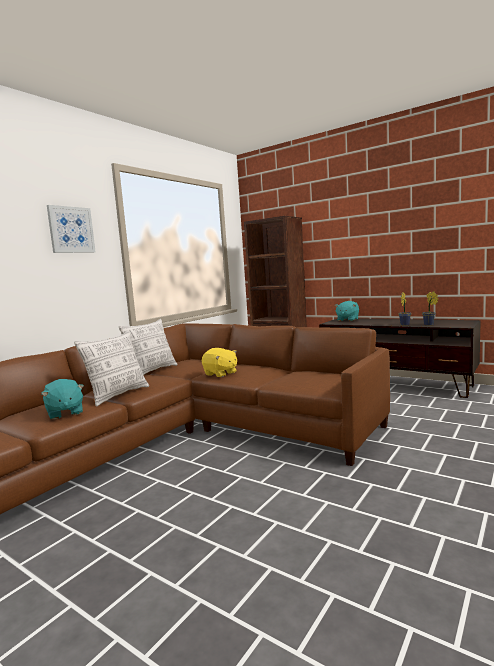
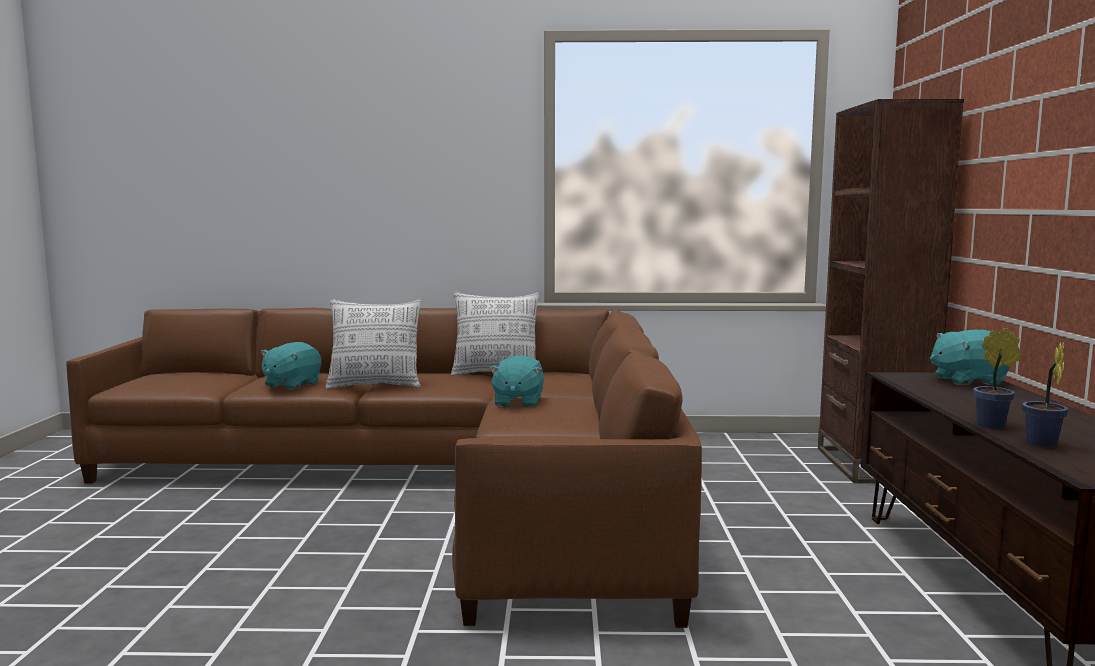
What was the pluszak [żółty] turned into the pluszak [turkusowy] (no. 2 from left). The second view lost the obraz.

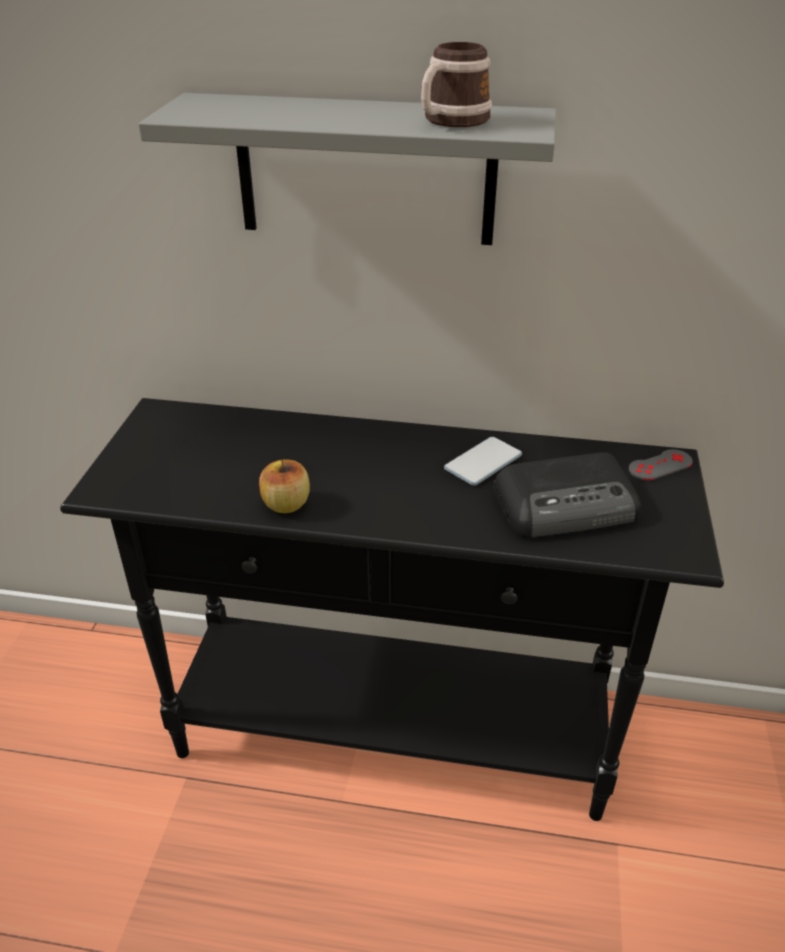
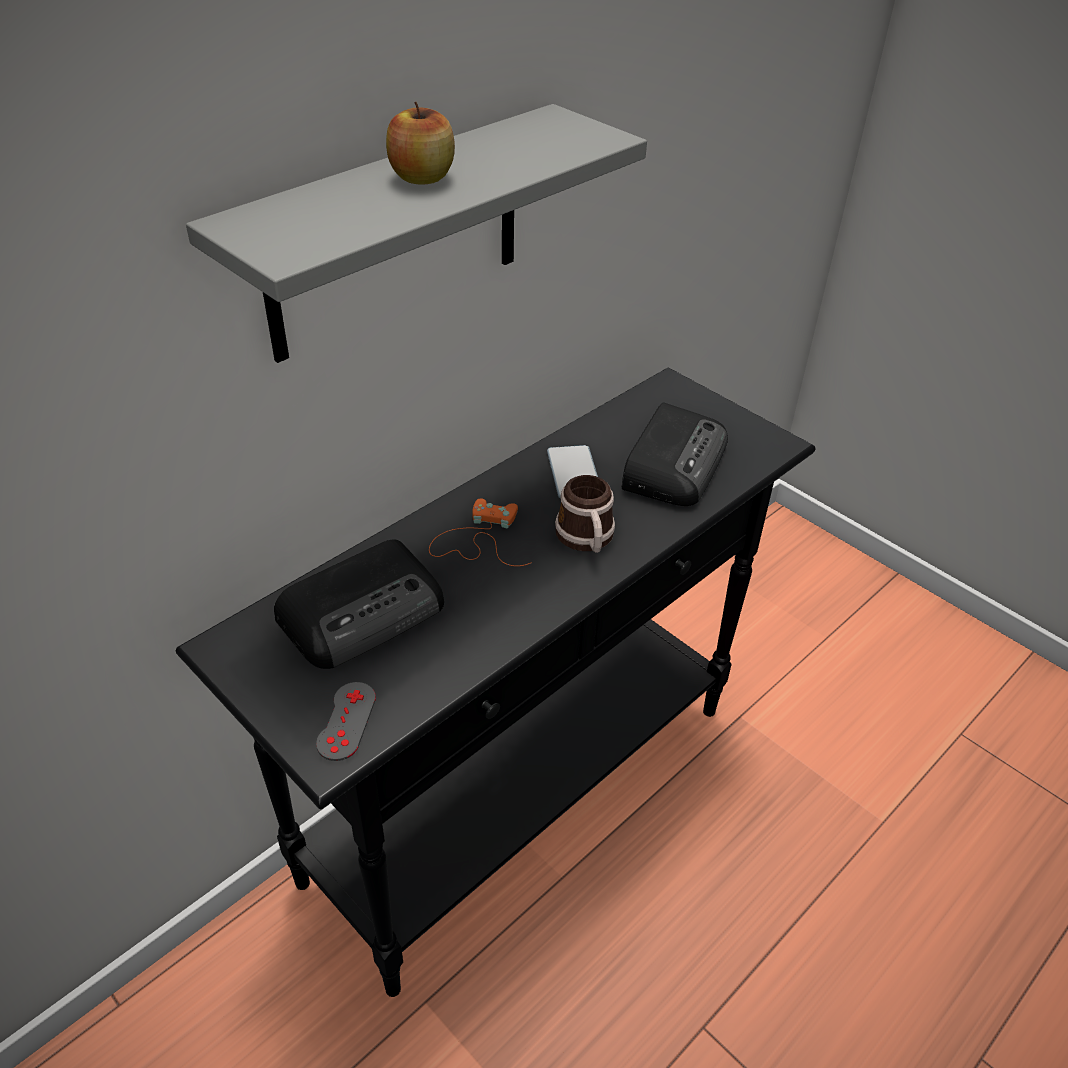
The second view gained the radio (no. 1 from left). The pad do gier [szary] ended up elsewhere. The jabłko ended up elsewhere. The second view gained the pad do gier [pomarańczowy]. The kubek ended up elsewhere.

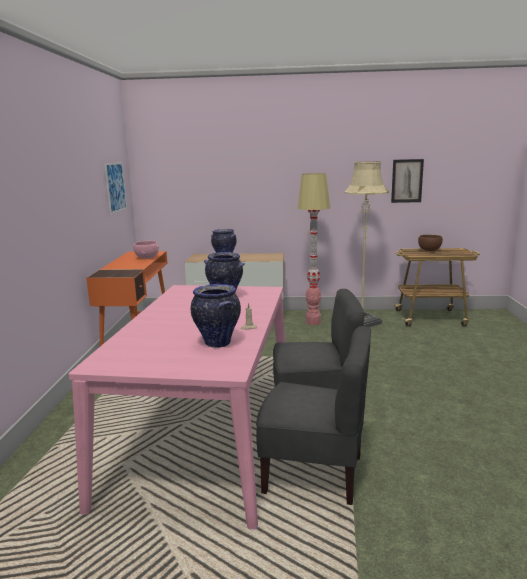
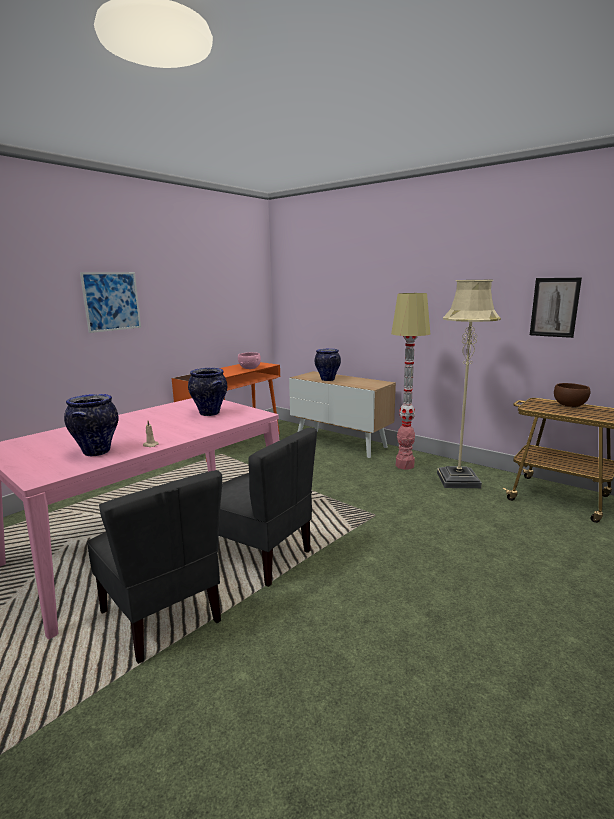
The obraz (no. 1 from left) ended up elsewhere.

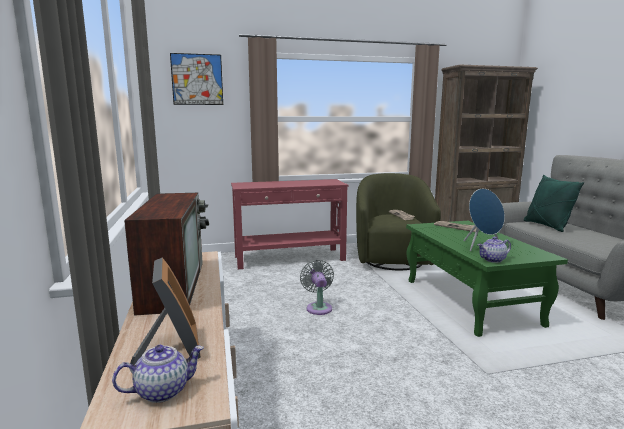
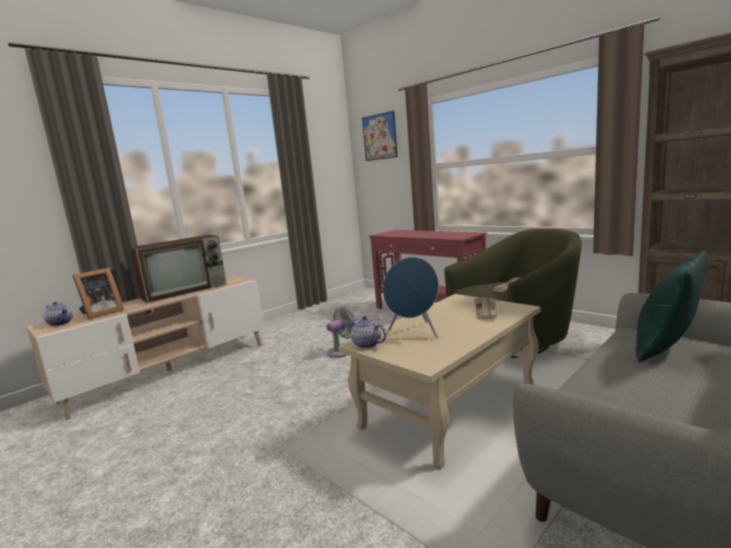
What was the ława [zielony] turned into the ława [beżowy].

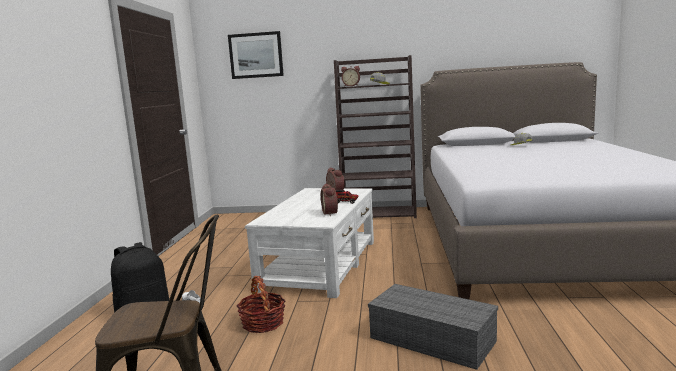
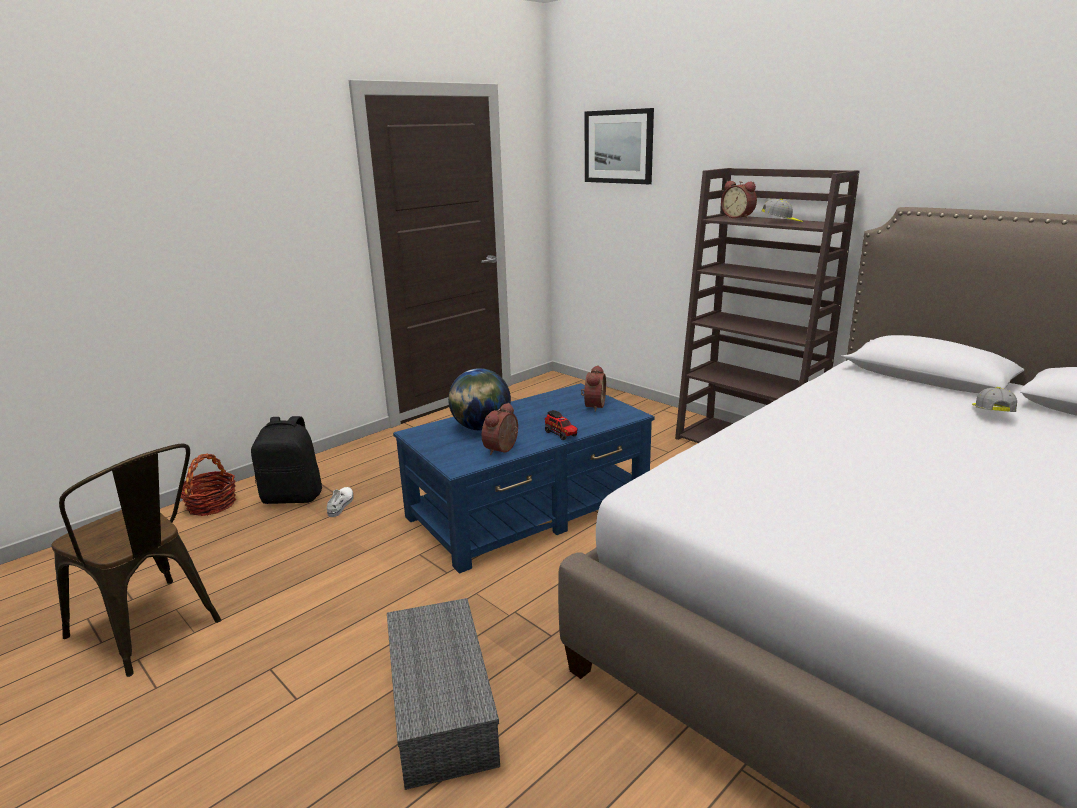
The koszyk ended up elsewhere. What was the ława [biały] turned into the ława [niebieski]. The second view gained the globus.

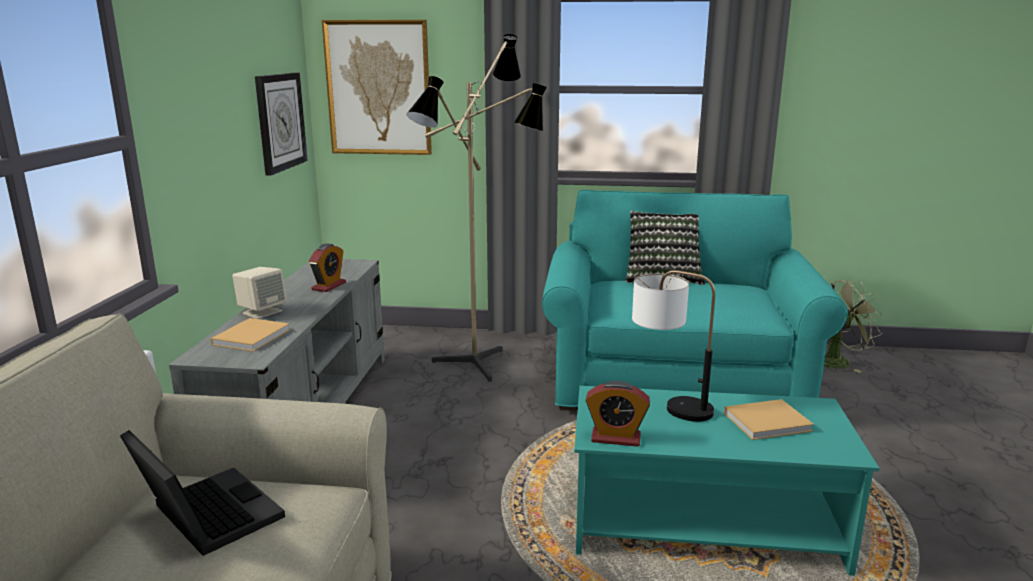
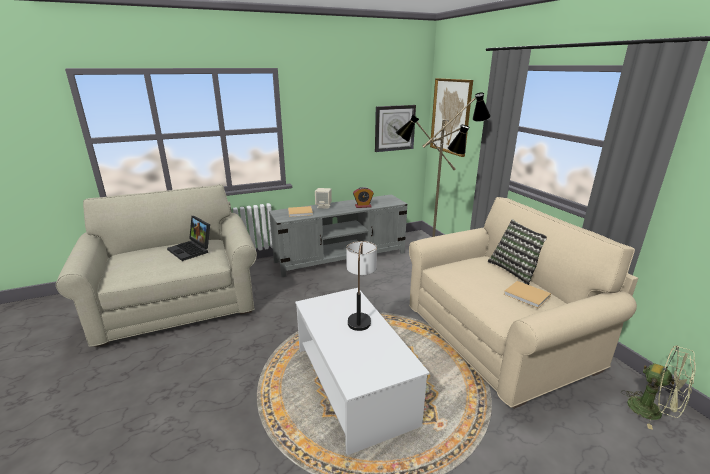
The laptop ended up facing another way, 120 degrees clockwise from before. What was the ława [turkusowy] turned into the ława [biały]. What was the kanapa [turkusowy] turned into the kanapa [beżowy] (no. 2 from left). The książka [beżowy] (no. 2 from left) ended up elsewhere. The second view lost the budzik (no. 2 from left).

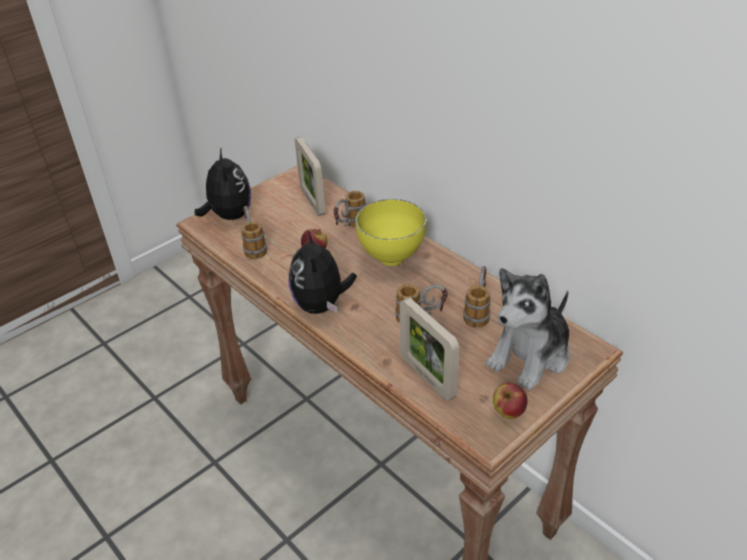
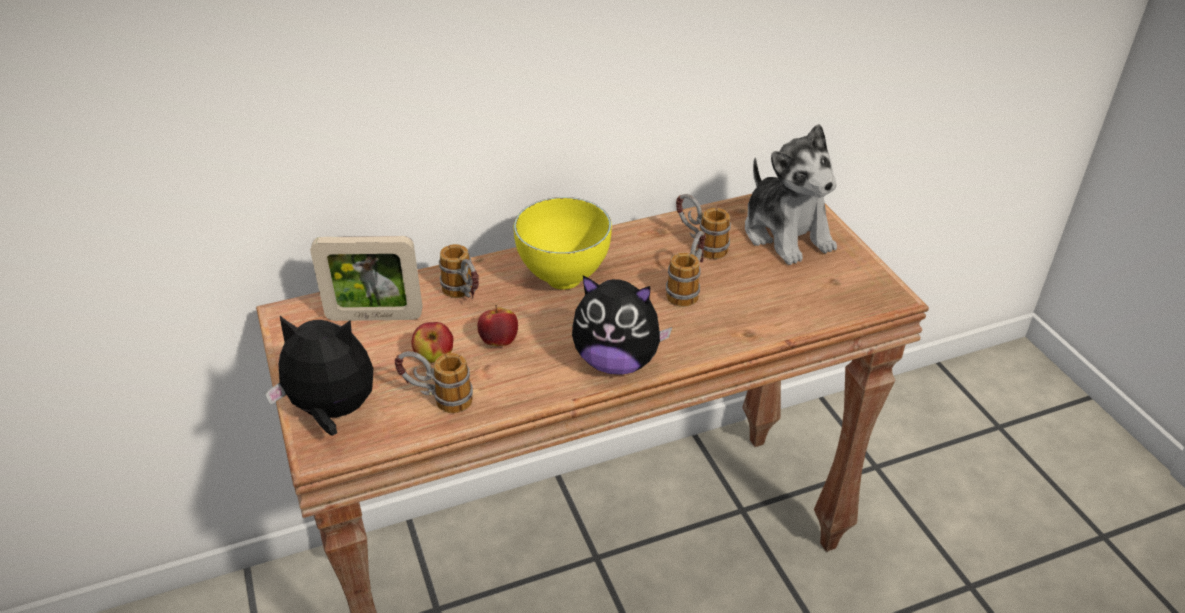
The jabłko (no. 2 from left in the first image) ended up elsewhere. The second view lost the ramka na zdjęcie (no. 2 from left).

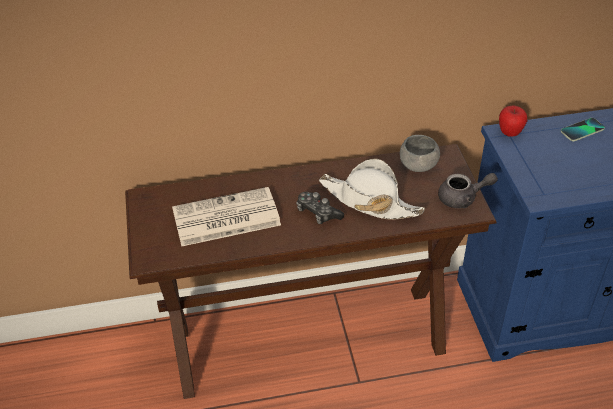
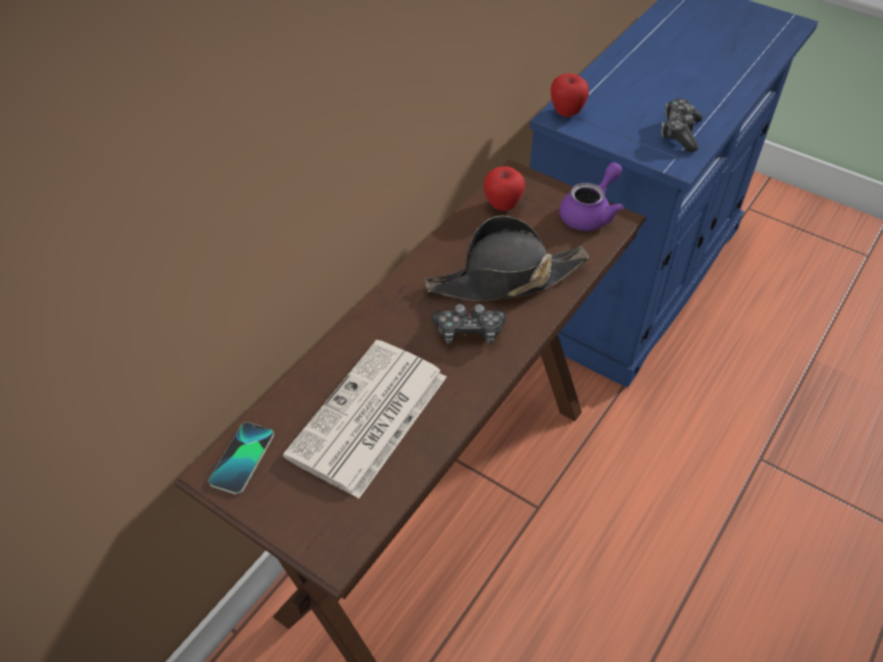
The telefon ended up elsewhere. What was the kapelusz [biały] turned into the kapelusz [czarny]. Where the miska [szary] stood, the jabłko (no. 1 from left) came to stand. What was the imbryk [szary] turned into the imbryk [fioletowy]. The second view gained the pad do gier (no. 2 from left).

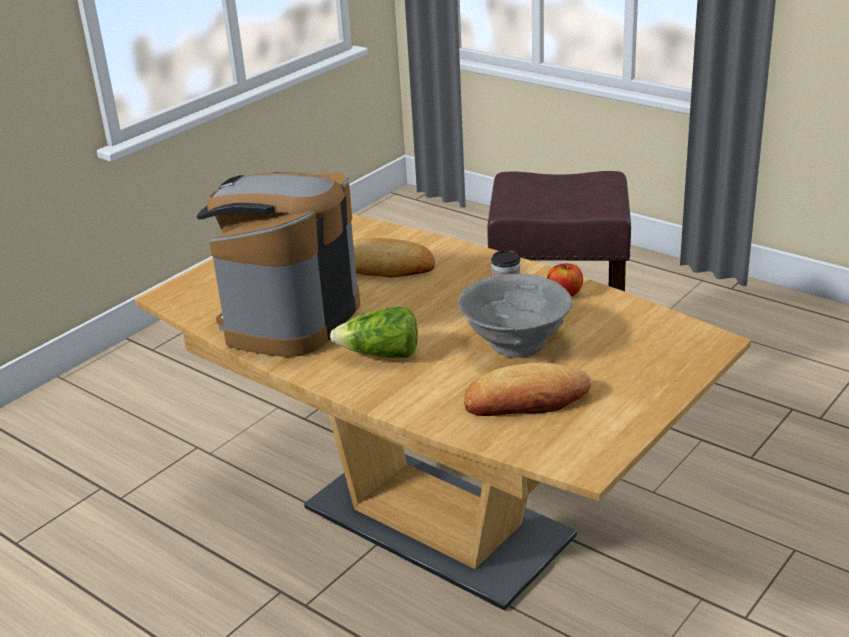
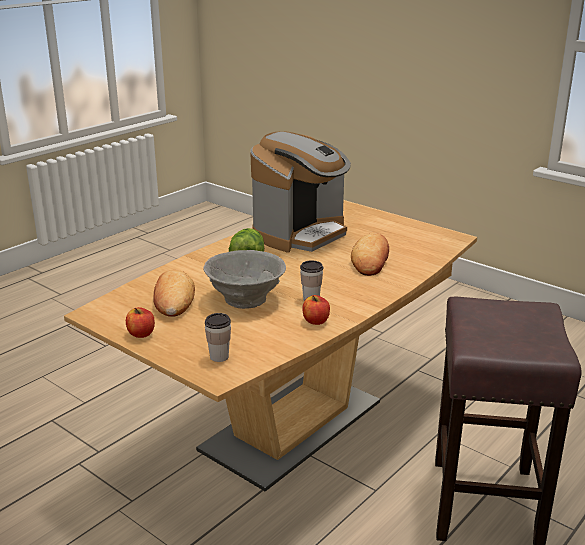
The second view gained the jabłko (no. 1 from left). The second view gained the filiżanka (no. 1 from left). The ekspres do kawy ended up facing another way, 105 degrees clockwise from before.

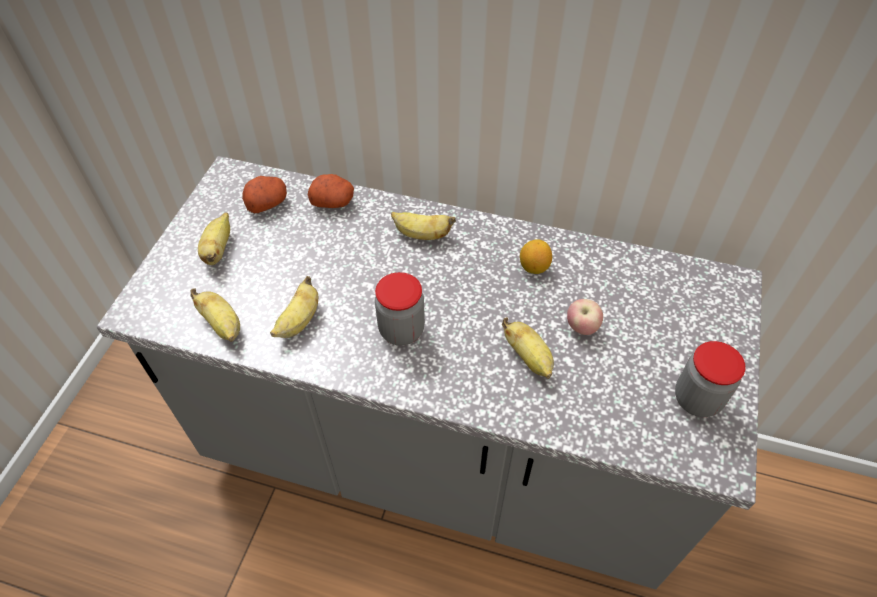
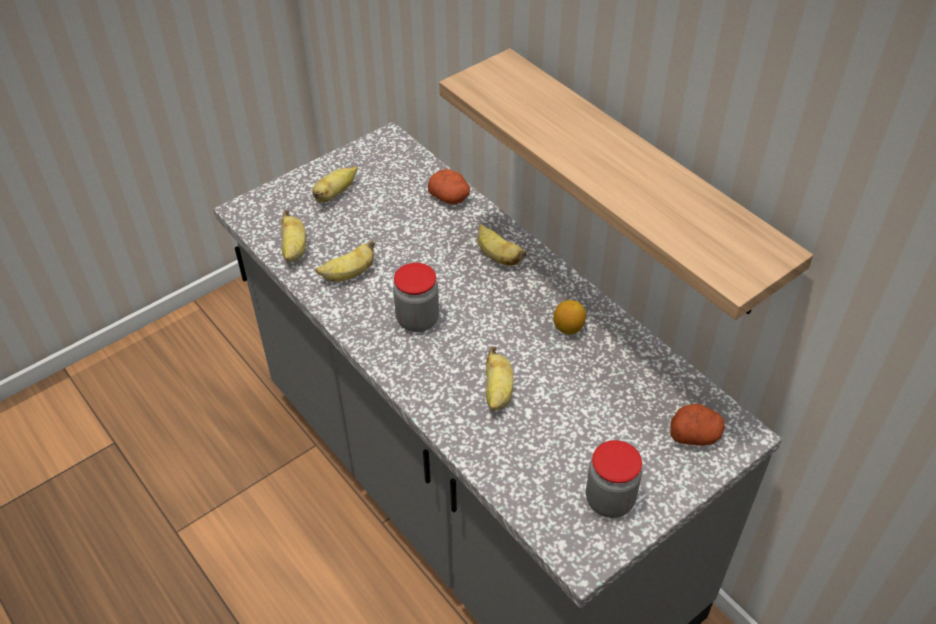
The second view gained the półka. The ziemniak (no. 1 from left in the first image) ended up elsewhere. The second view lost the jabłko.

